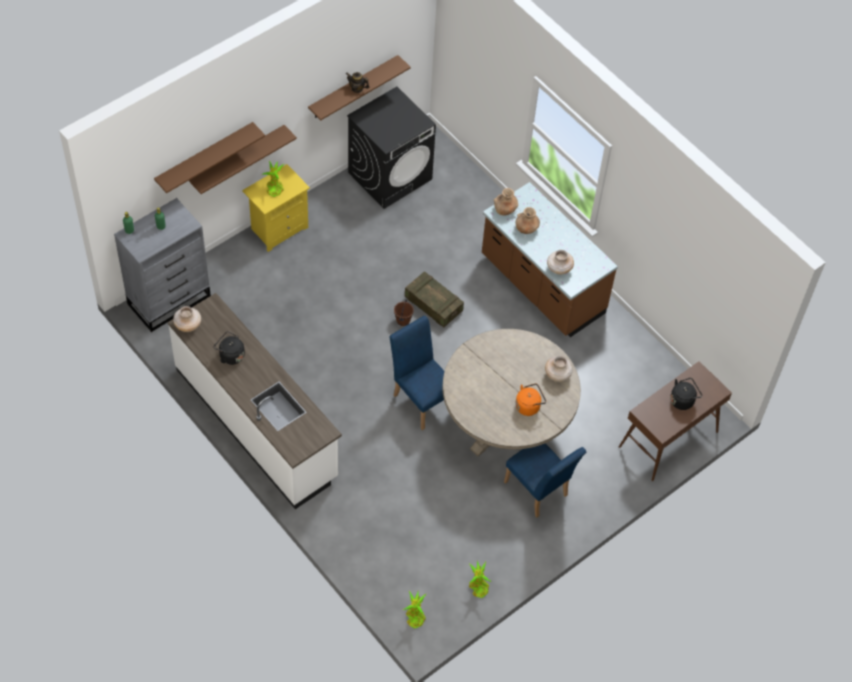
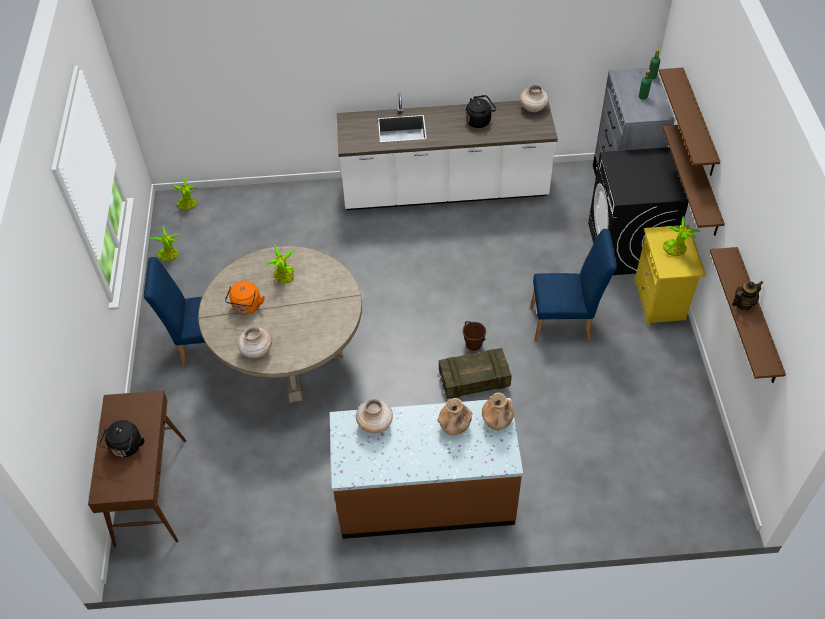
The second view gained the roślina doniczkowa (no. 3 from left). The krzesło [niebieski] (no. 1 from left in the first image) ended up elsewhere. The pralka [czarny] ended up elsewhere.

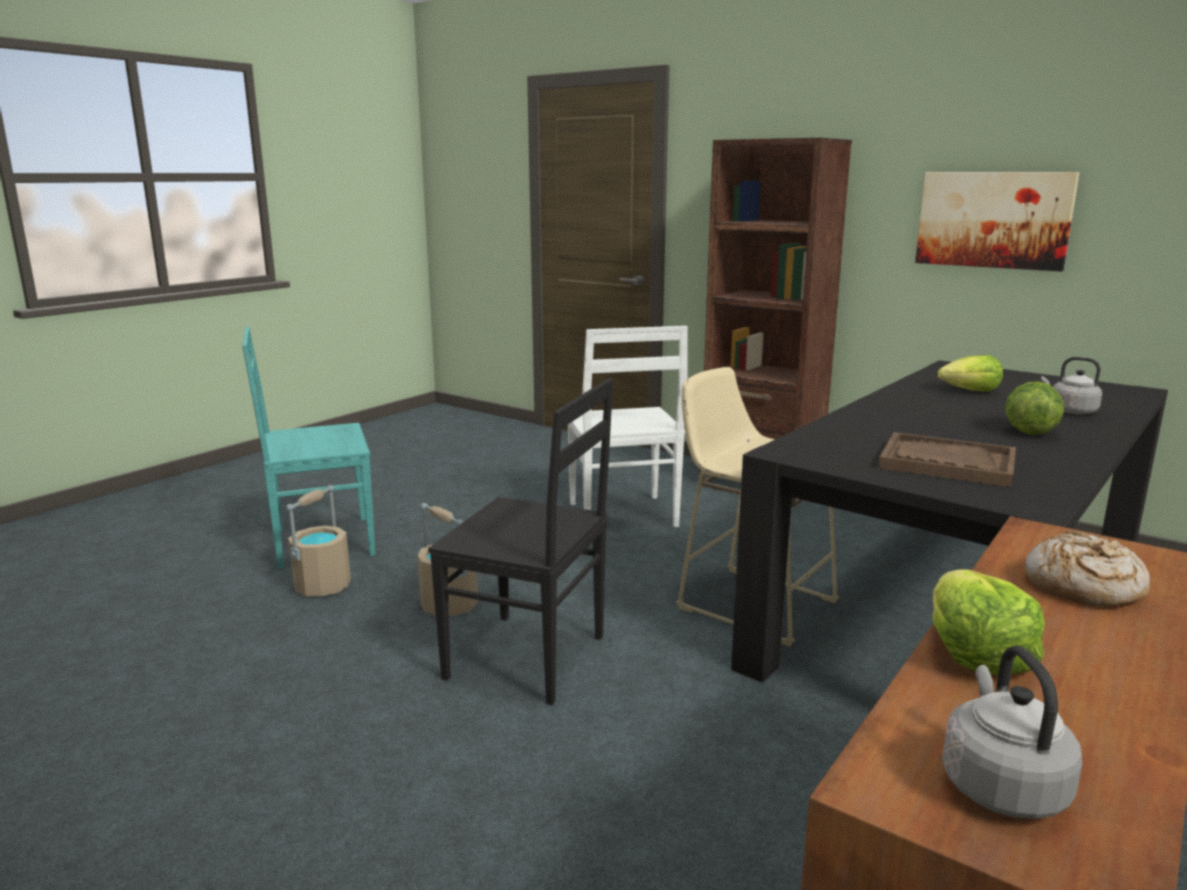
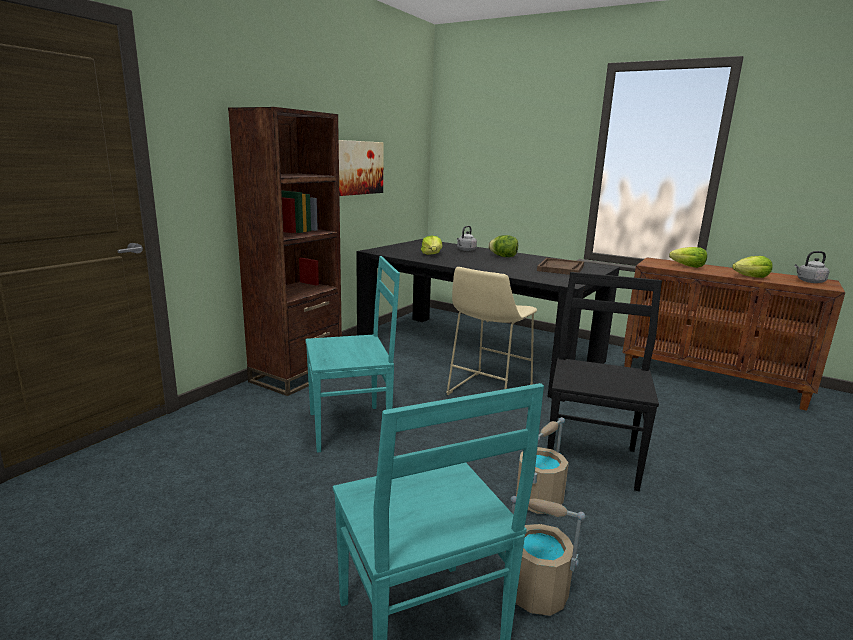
What was the krzesło [biały] turned into the krzesło [turkusowy] (no. 1 from left). Where the chleb stood, the sałata (no. 3 from left) came to stand.

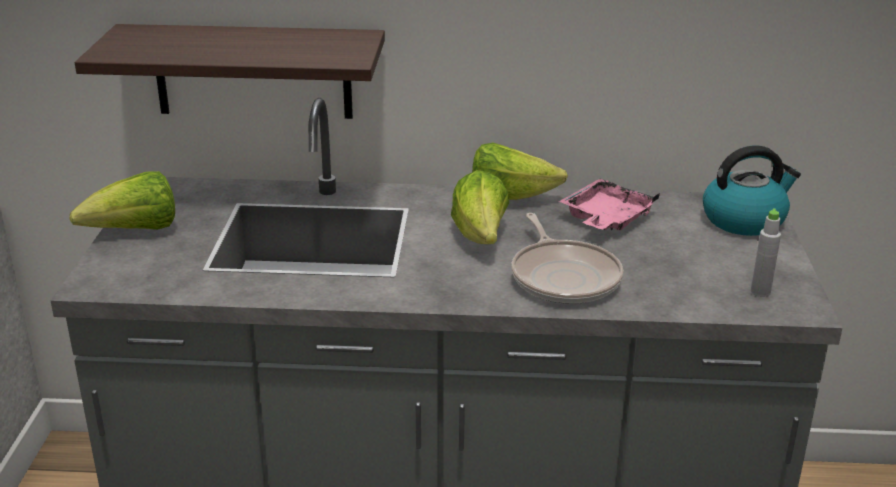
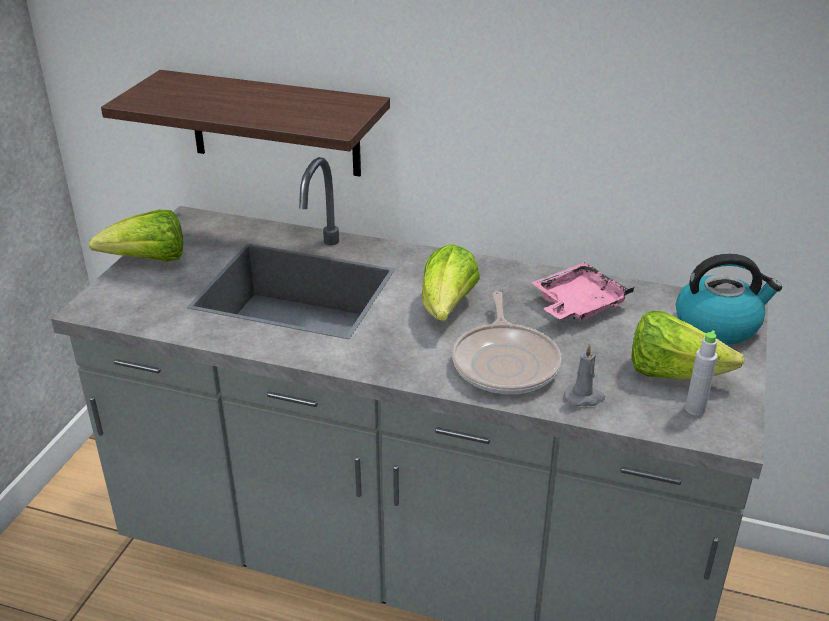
The second view gained the świeca [szary]. The sałata (no. 3 from left) ended up elsewhere.

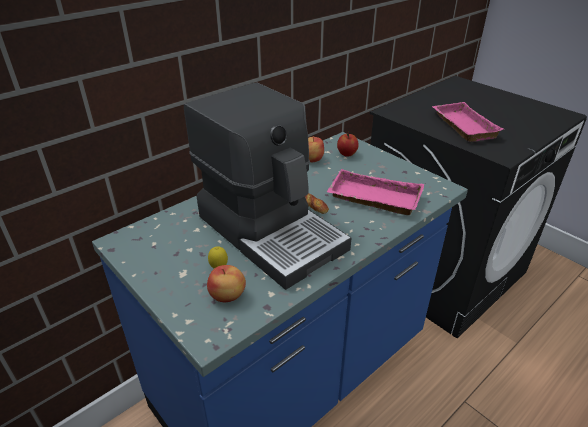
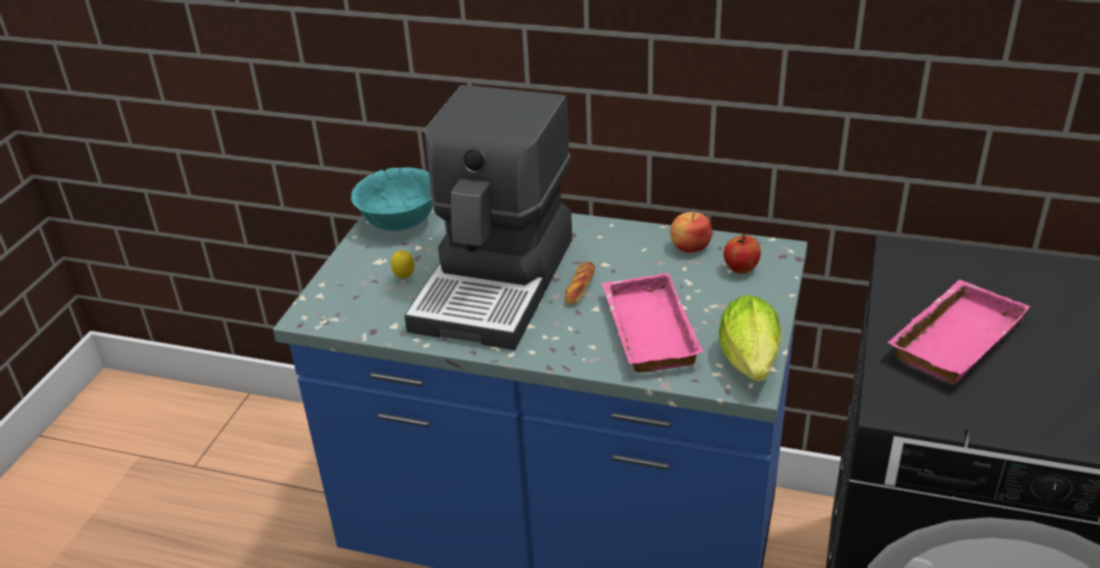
The second view gained the miska [turkusowy]. The second view gained the sałata. The second view lost the jabłko (no. 1 from left).

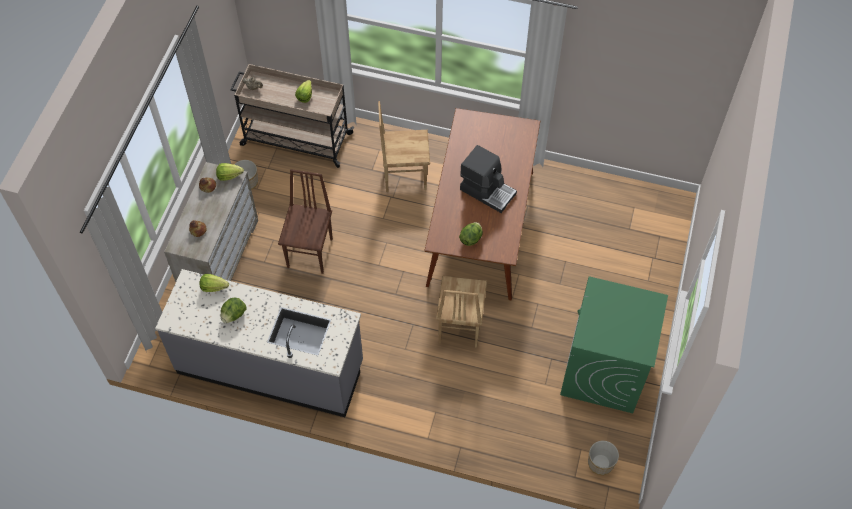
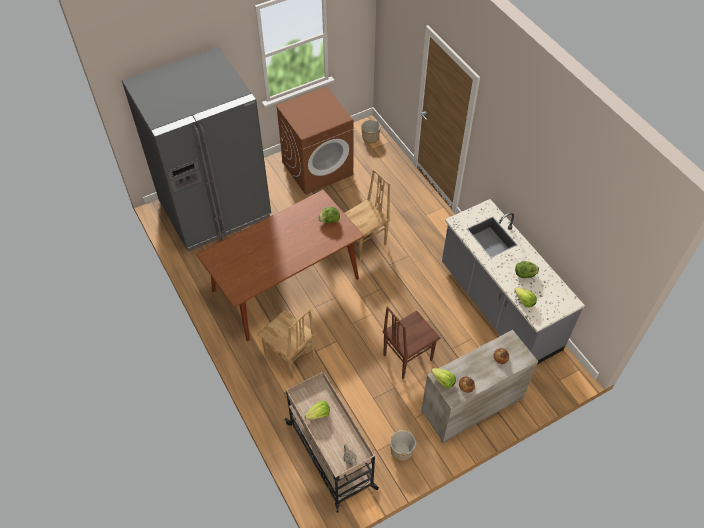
The second view gained the lodówka [szary]. What was the pralka [zielony] turned into the pralka [brązowy]. The second view lost the ekspres do kawy.

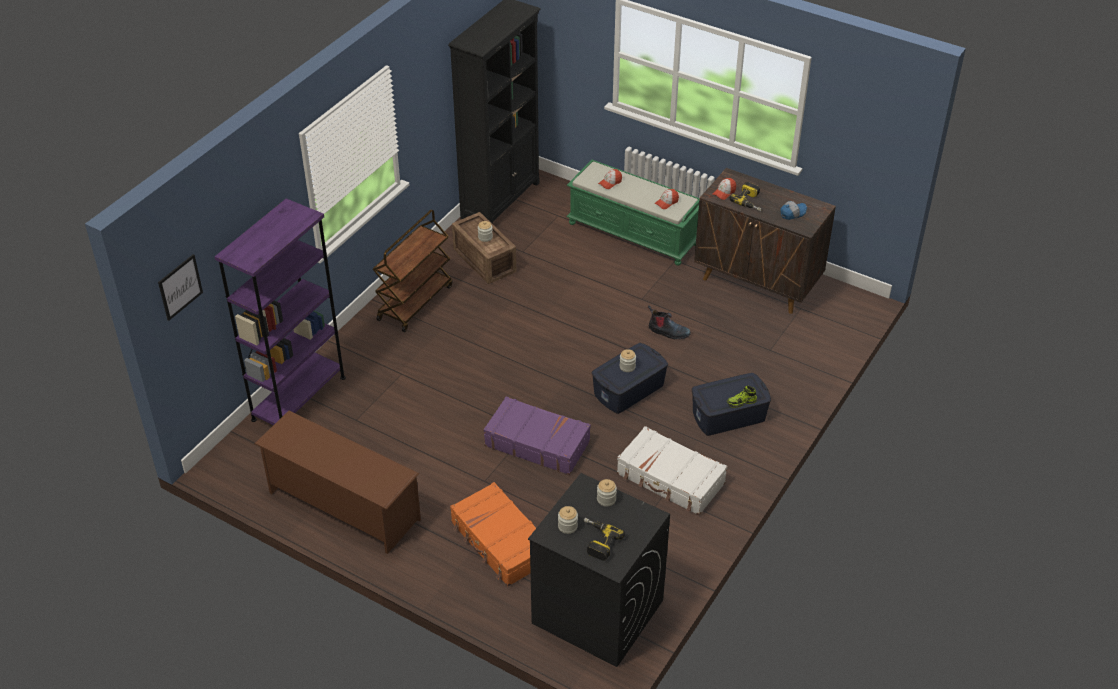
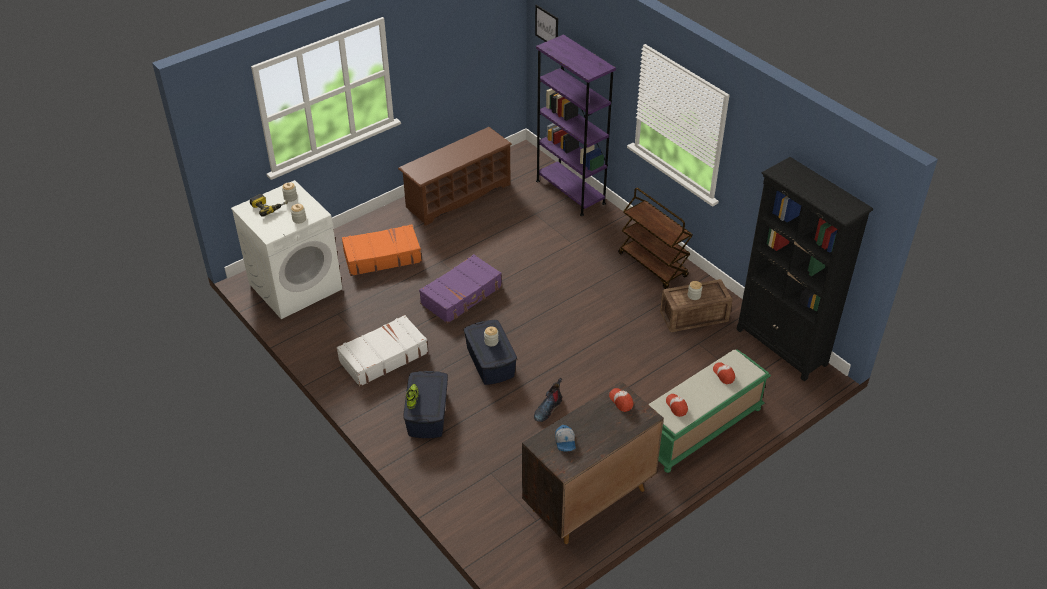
What was the pralka [czarny] turned into the pralka [biały]. The second view lost the wiertarka (no. 2 from left).

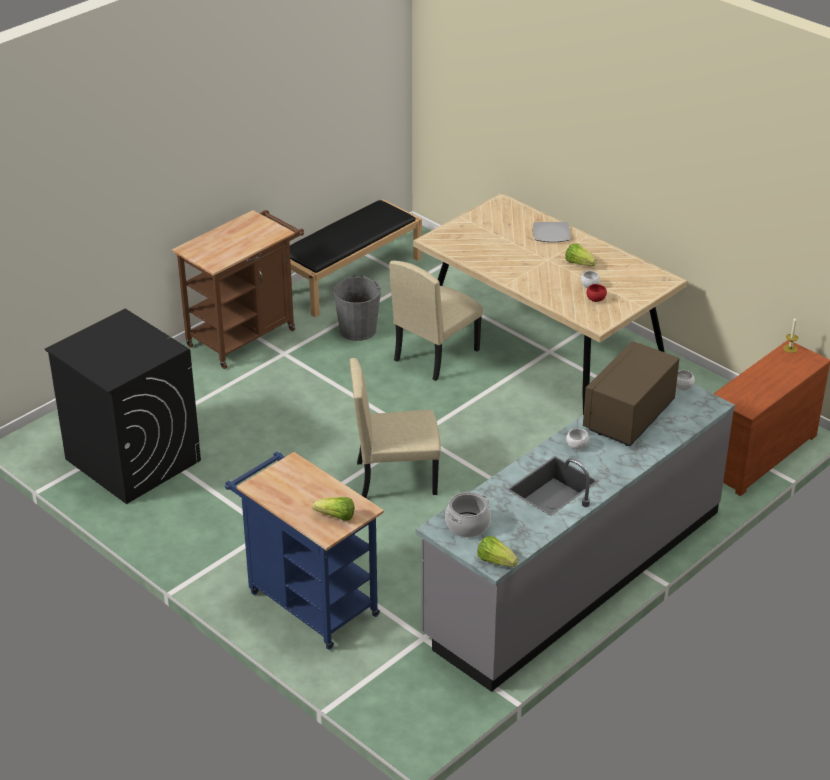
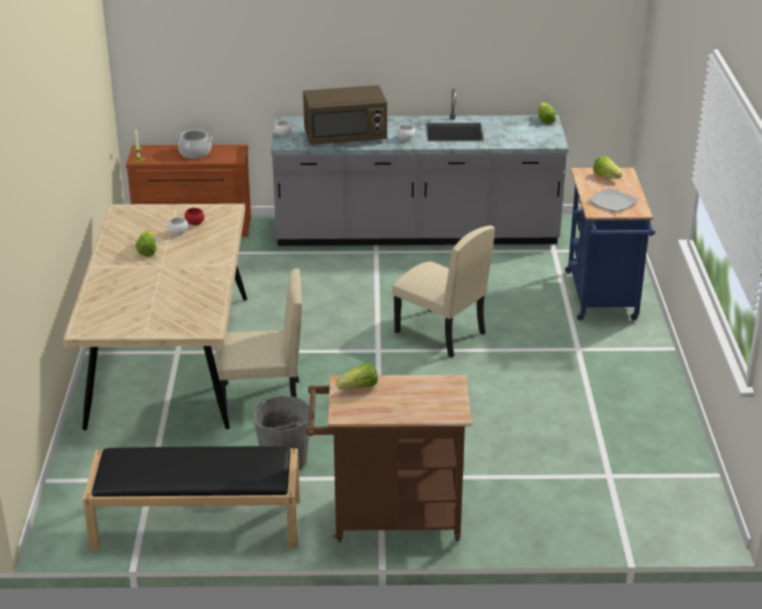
The garnek ended up elsewhere. The second view gained the sałata (no. 2 from left). The talerz ended up elsewhere. The second view lost the pralka [czarny].

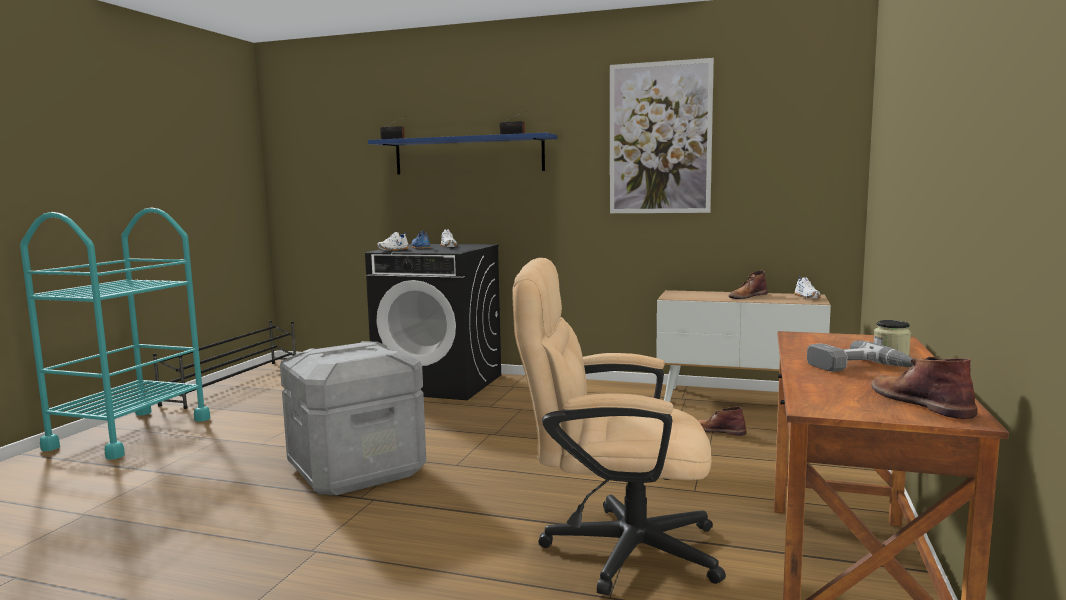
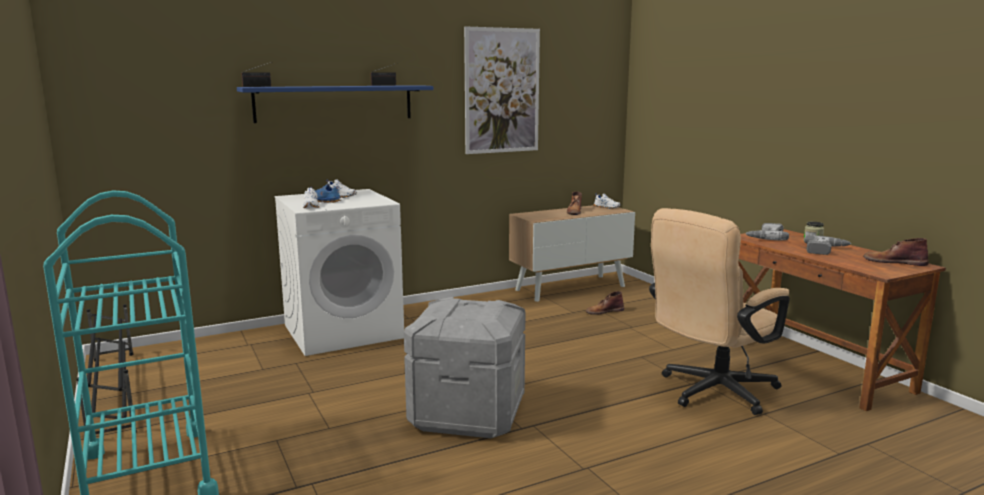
What was the pralka [czarny] turned into the pralka [biały]. The second view gained the wiertarka (no. 1 from left).

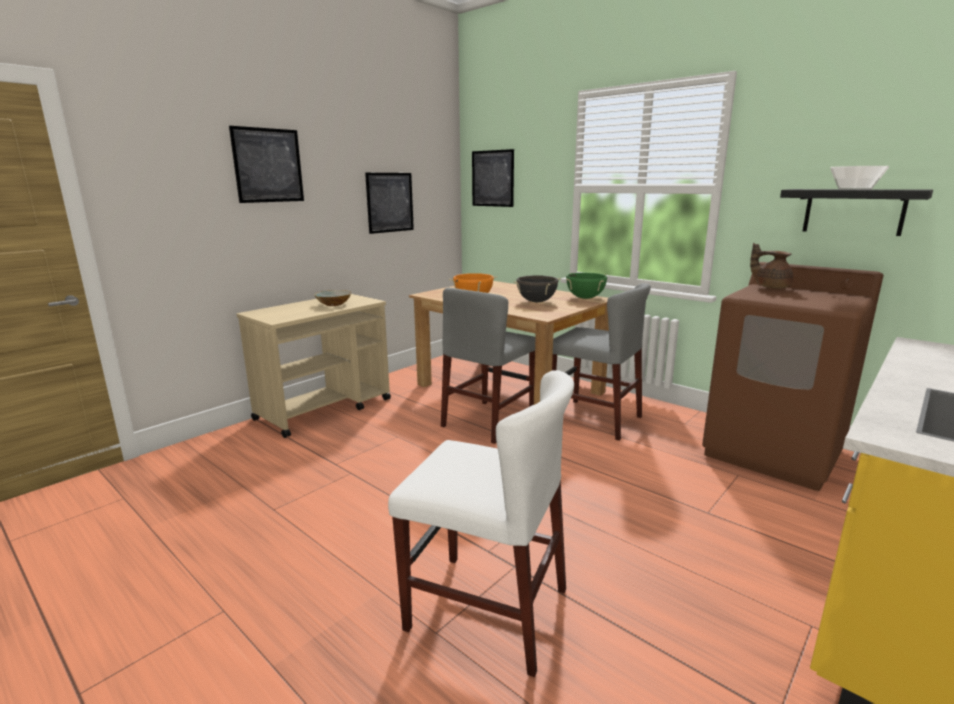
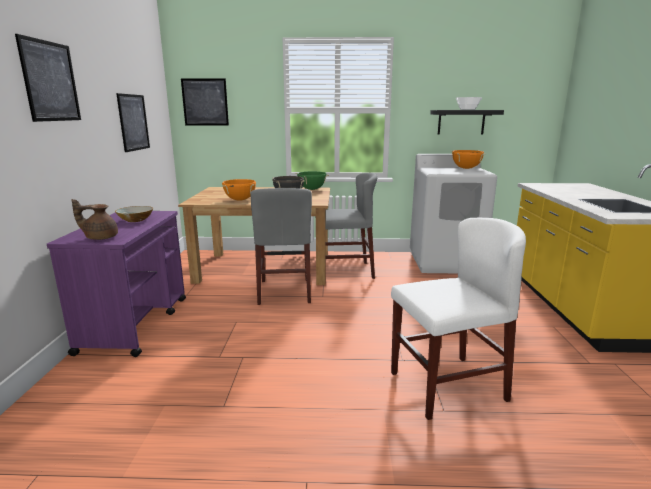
What was the wózek [beżowy] turned into the wózek [fioletowy]. The imbryk [brązowy] ended up elsewhere. What was the pralka [brązowy] turned into the pralka [biały]. The second view gained the garnek [pomarańczowy] (no. 2 from left).

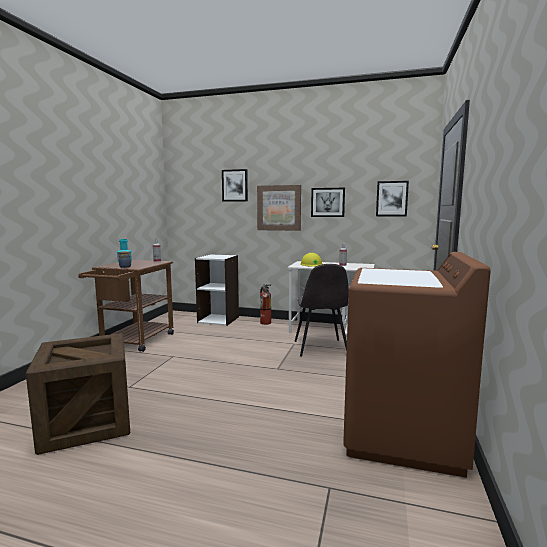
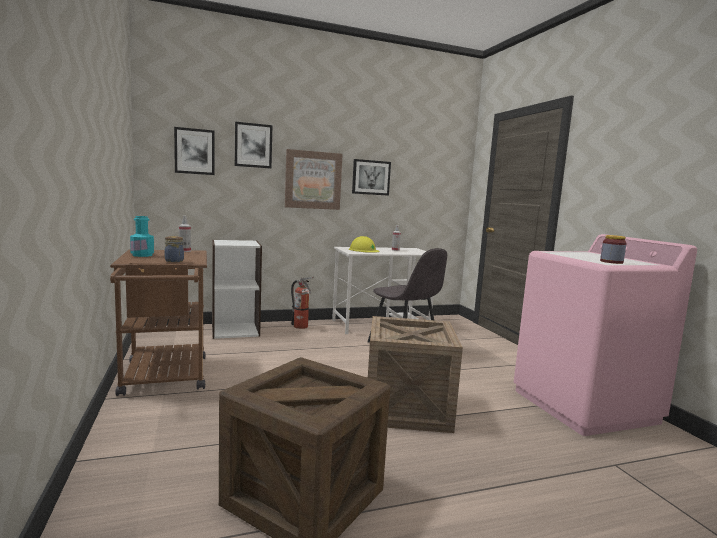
The obraz (no. 4 from left in the first image) ended up elsewhere. The second view gained the skrzynka (no. 2 from left). What was the pralka [brązowy] turned into the pralka [różowy]. The second view gained the słoik (no. 2 from left).

